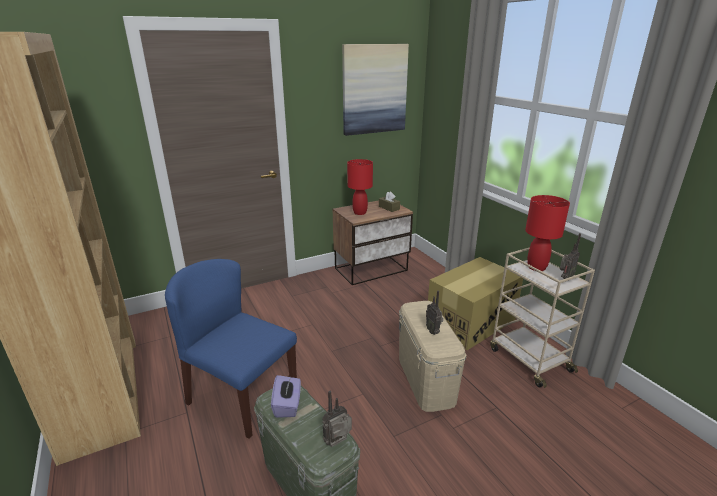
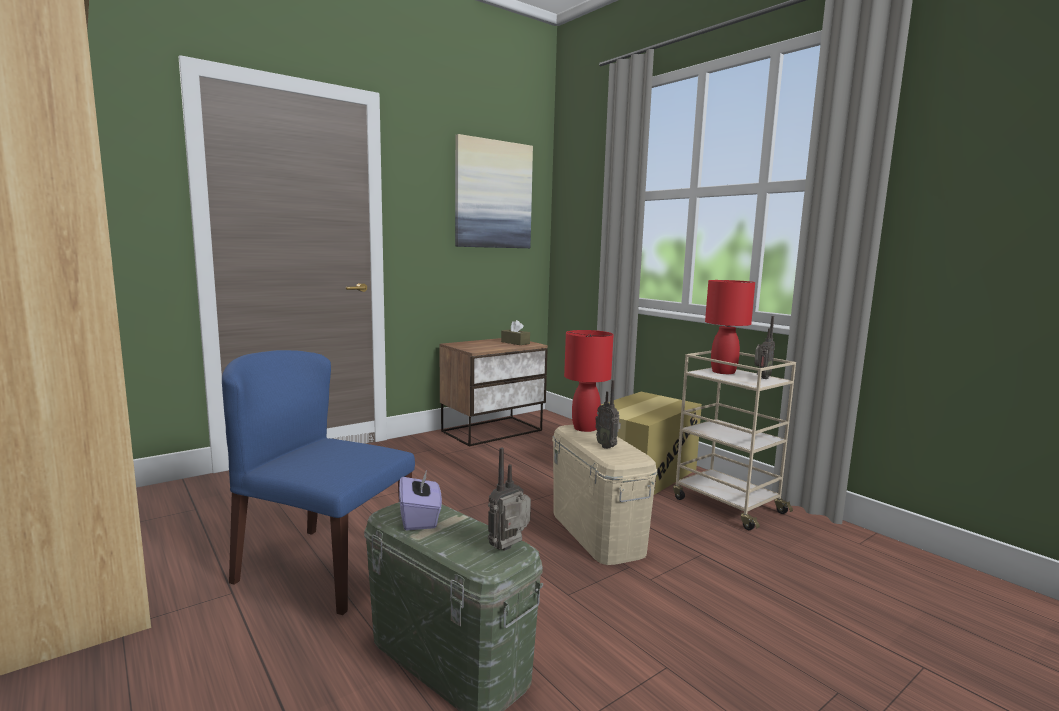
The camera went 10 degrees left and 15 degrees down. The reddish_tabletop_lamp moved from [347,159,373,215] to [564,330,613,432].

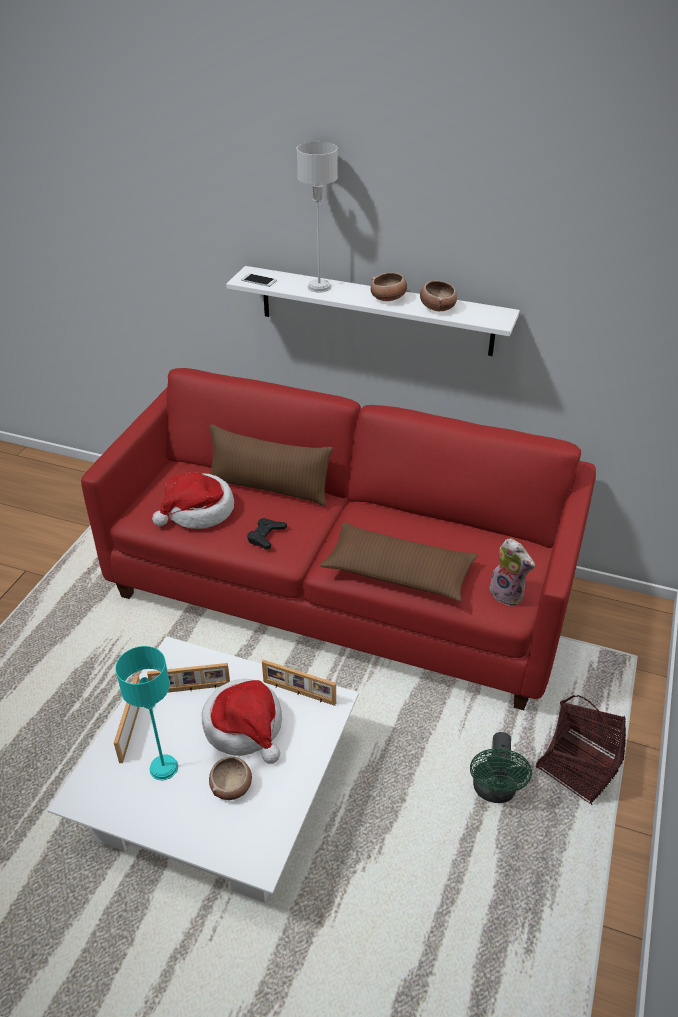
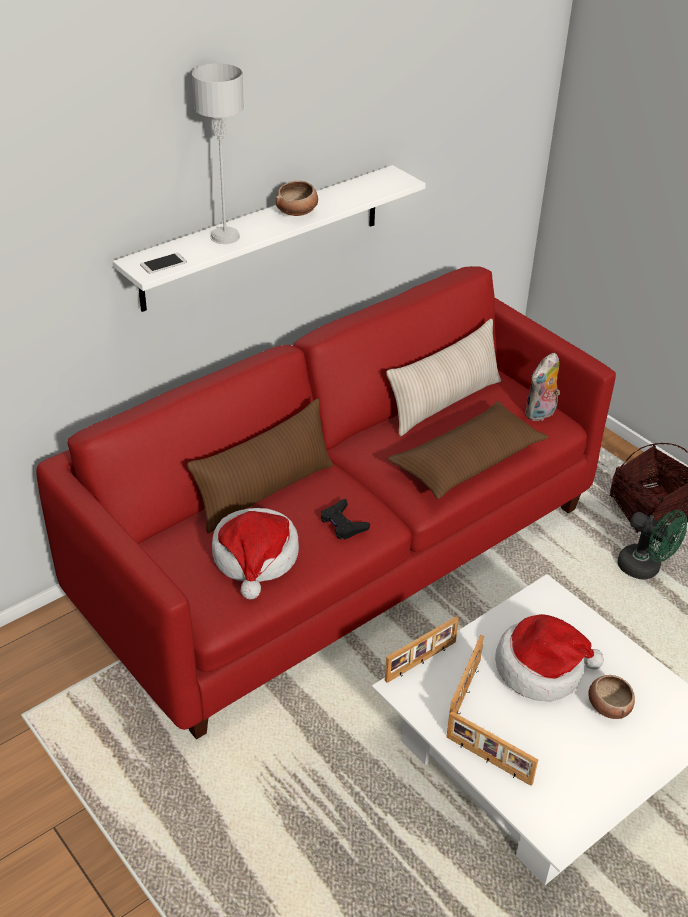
The camera went 60 degrees left and 0 degrees up. The turquoise_tabletop_lamp at [115,646,178,780] disappeared. The deep_dish at [420,280,457,311] disappeared. The beige_throw_pillow at [386,319,501,436] appeared. The picture_frame moved from [262,660,336,706] to [385,616,459,683]. The plush_toy at [489,538,535,606] turned 150 degrees clockwise.

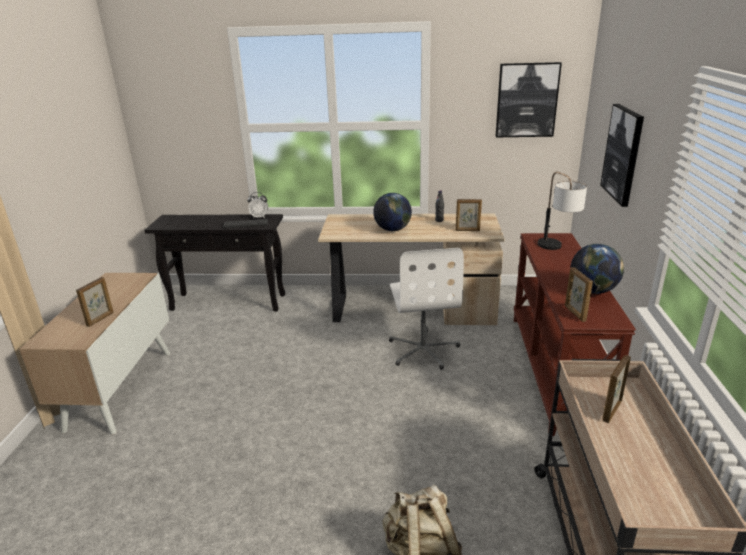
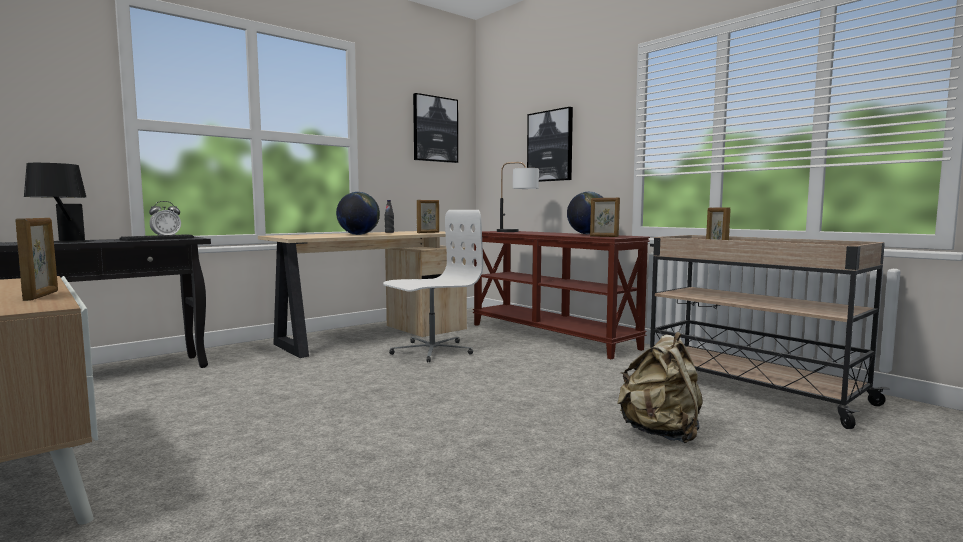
The camera went 45 degrees left and 20 degrees down. The black_tabletop_lamp at [24,163,95,243] appeared. The white-coloured_computer_chair at [389,248,464,370] turned 75 degrees counterclockwise.

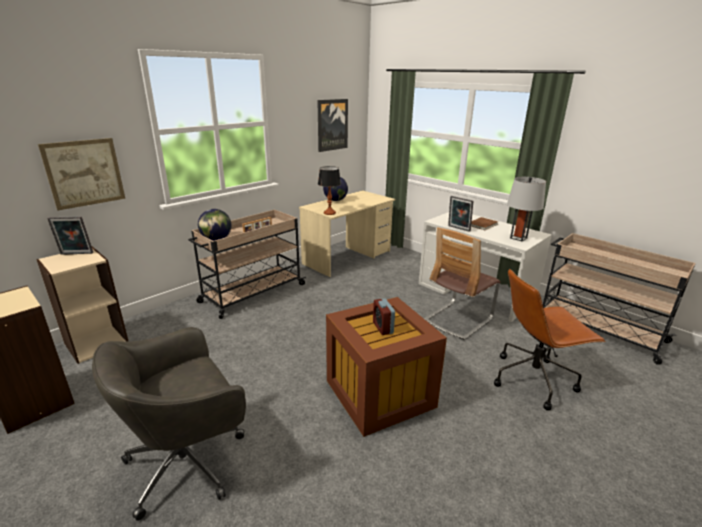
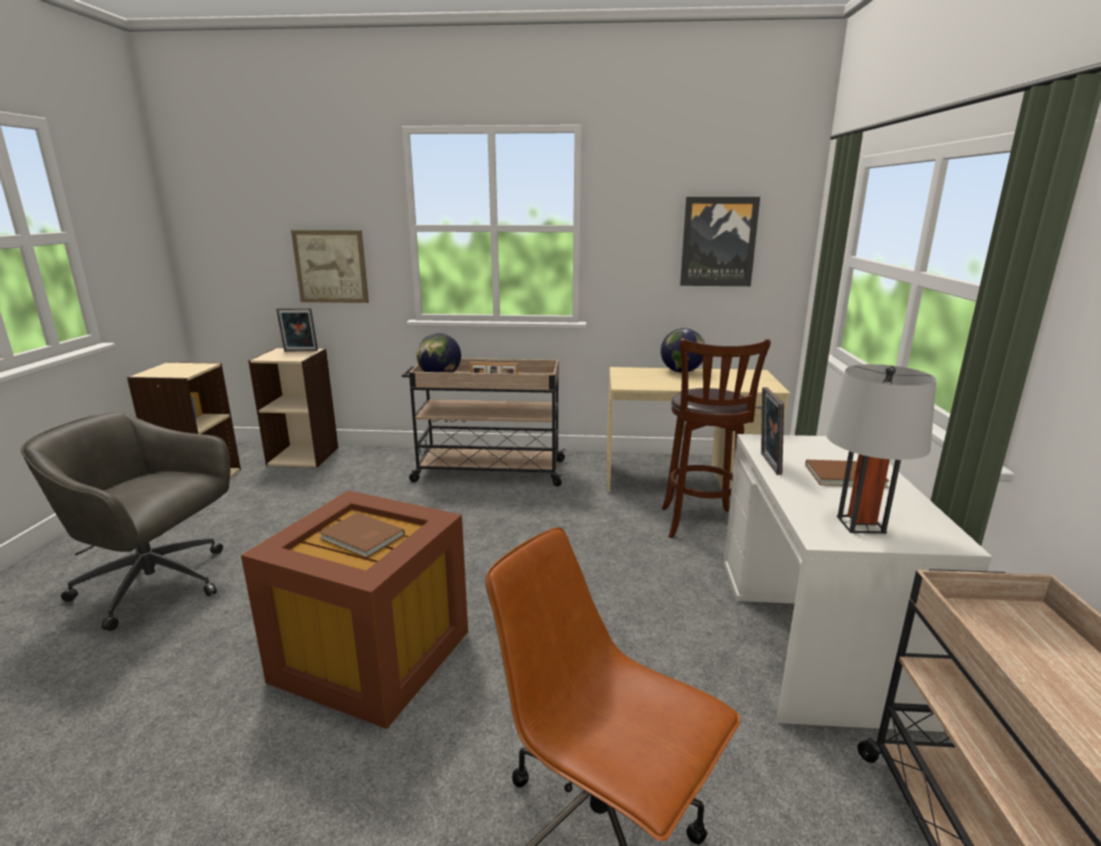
The camera went 50 degrees right and 5 degrees down. The tabletop_lamp at [318,166,341,215] disappeared. The chair at [424,228,500,340] disappeared. The brownish_stool_seat at [662,338,771,538] appeared. The table_clock at [373,298,395,335] was replaced by the brownish_book at [319,512,405,558]. The picture_frame at [47,216,93,255] turned 45 degrees counterclockwise.

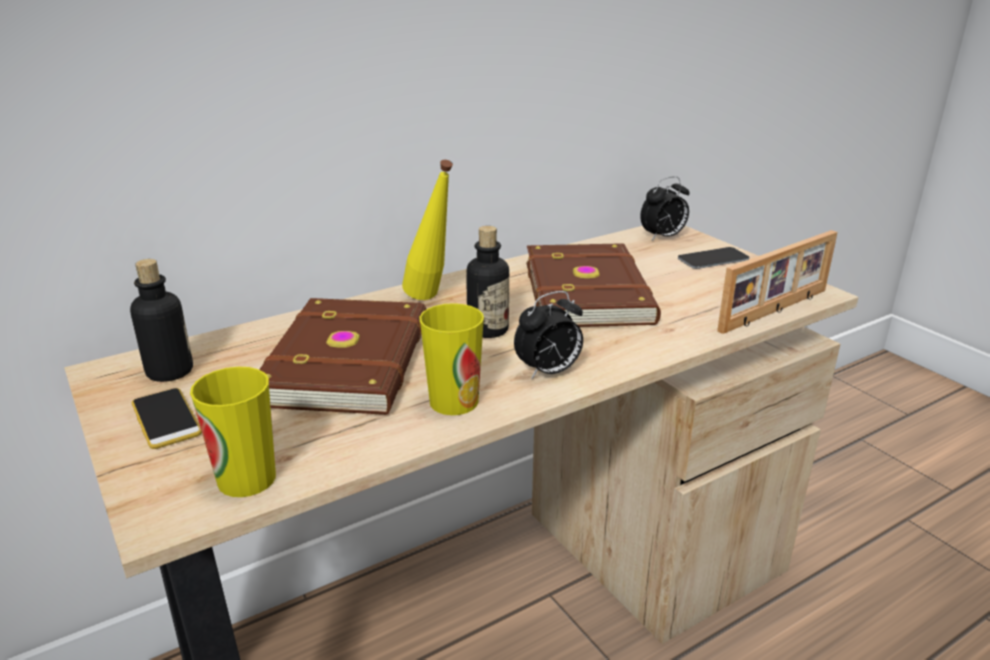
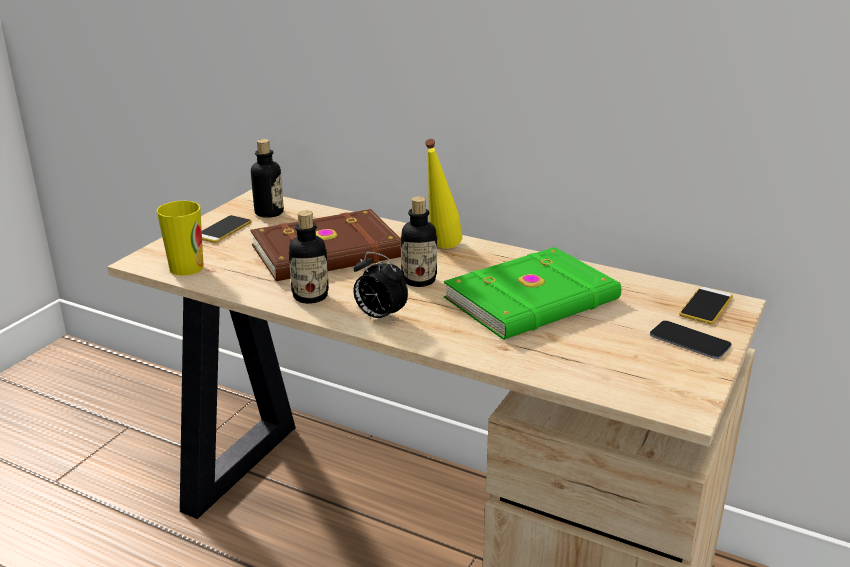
The camera went 60 degrees right and 0 degrees up. The picture_frame at [717,230,838,334] disappeared. The cup at [419,303,484,415] was replaced by the bottle at [288,210,329,304]. The table_clock at [640,176,689,241] was replaced by the handset at [679,287,733,324]. The brownish_book at [526,243,661,327] became the green-coloured_book at [444,247,621,340].

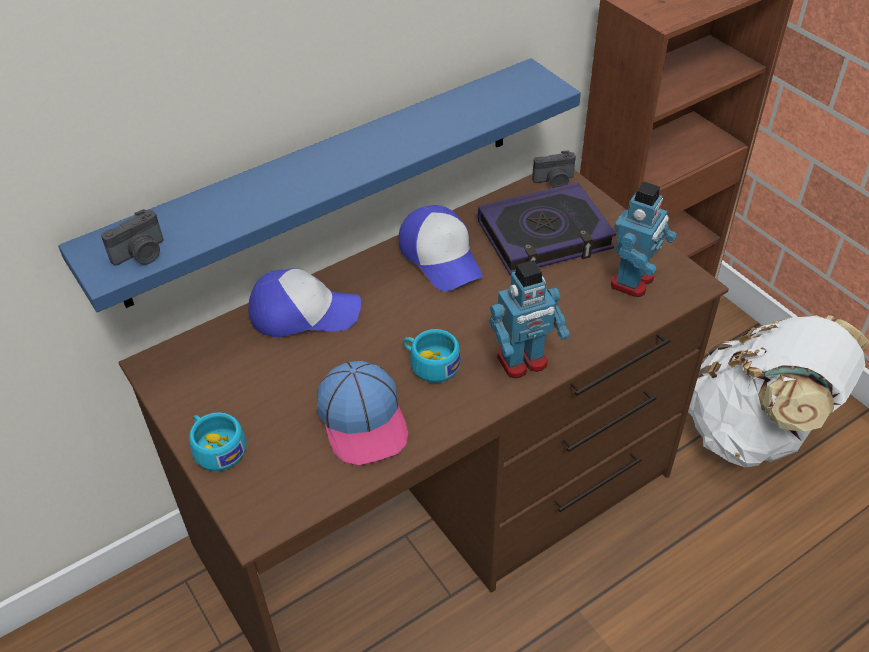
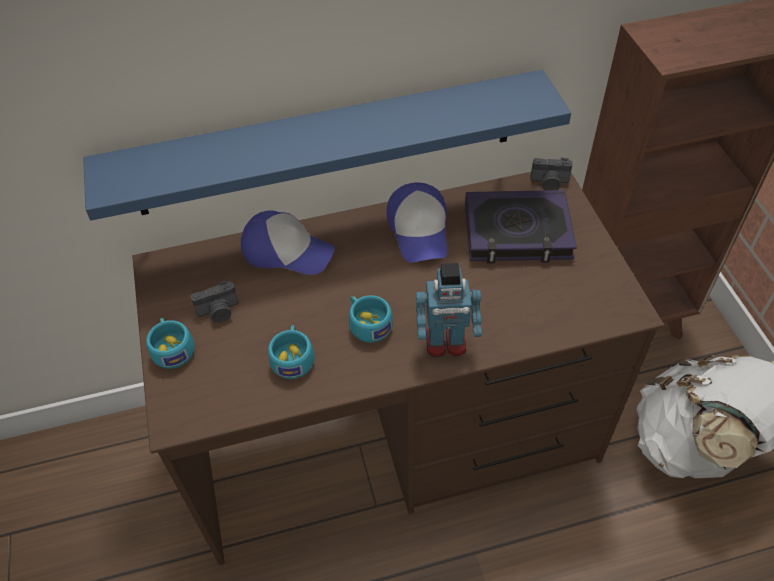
The camera went 20 degrees right and 5 degrees up. The model_robot at [611,181,677,297] disappeared. The still_camera moved from [101,209,164,266] to [190,280,239,322]. The peaked_cap at [317,361,408,466] was replaced by the turquoise_cup at [268,325,315,379].

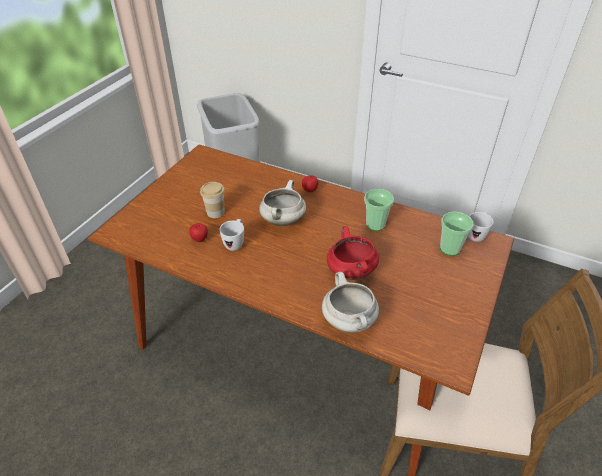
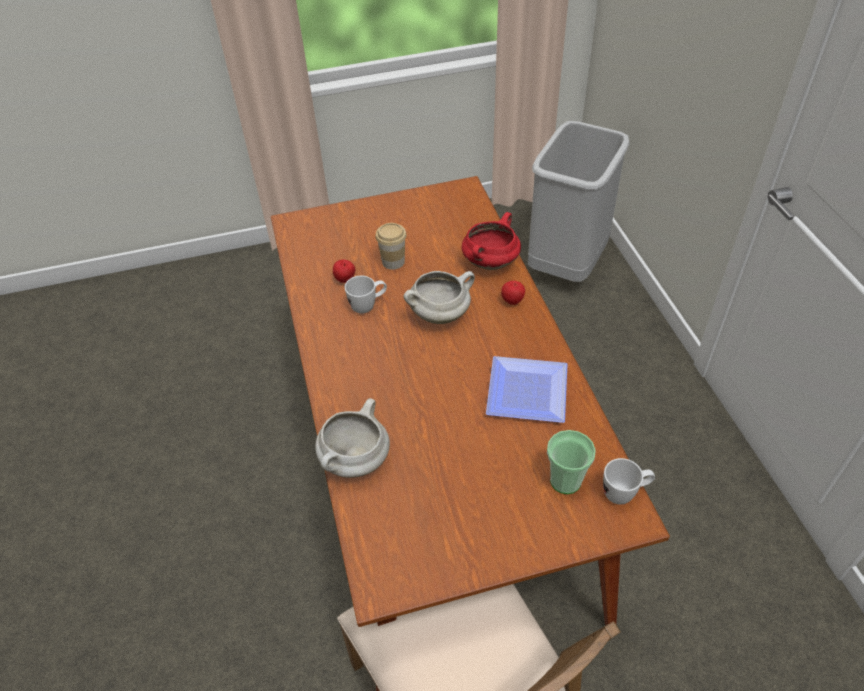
The camera went 50 degrees right and 5 degrees up. The reddish_stockpot moved from [327,226,379,280] to [462,212,521,270]. The cup at [364,189,394,231] was replaced by the dinner_plate at [486,356,568,423].

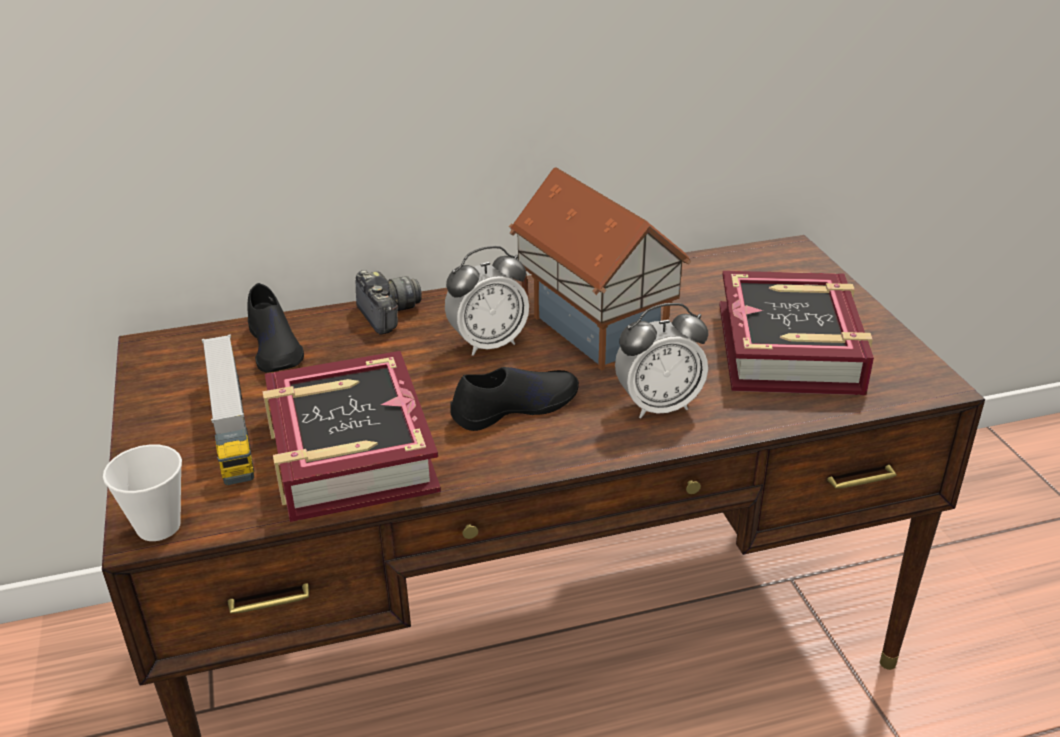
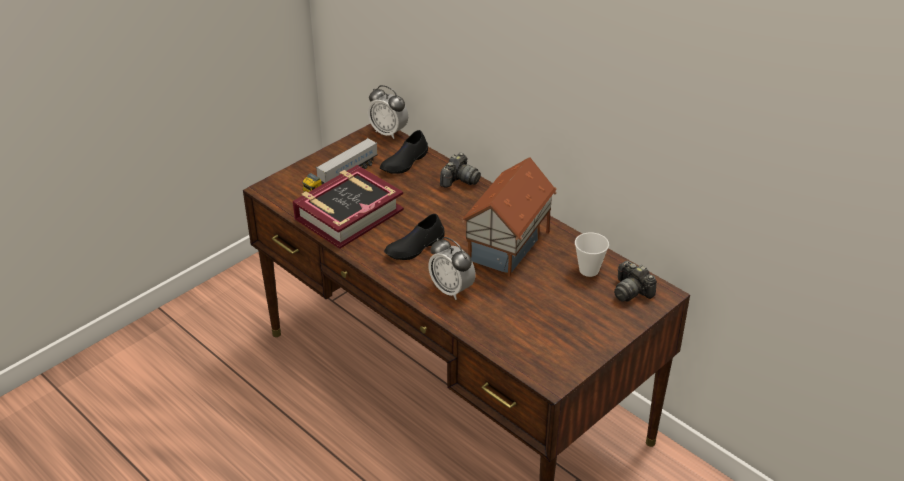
The camera went 60 degrees right and 5 degrees up. The book at [720,271,874,395] disappeared. The still_camera at [614,261,657,302] appeared. The cup moved from [103,445,182,541] to [575,232,609,277]. The table_clock moved from [445,246,529,356] to [368,85,408,139]. The black_item_of_footwear at [450,367,579,431] turned 105 degrees clockwise.

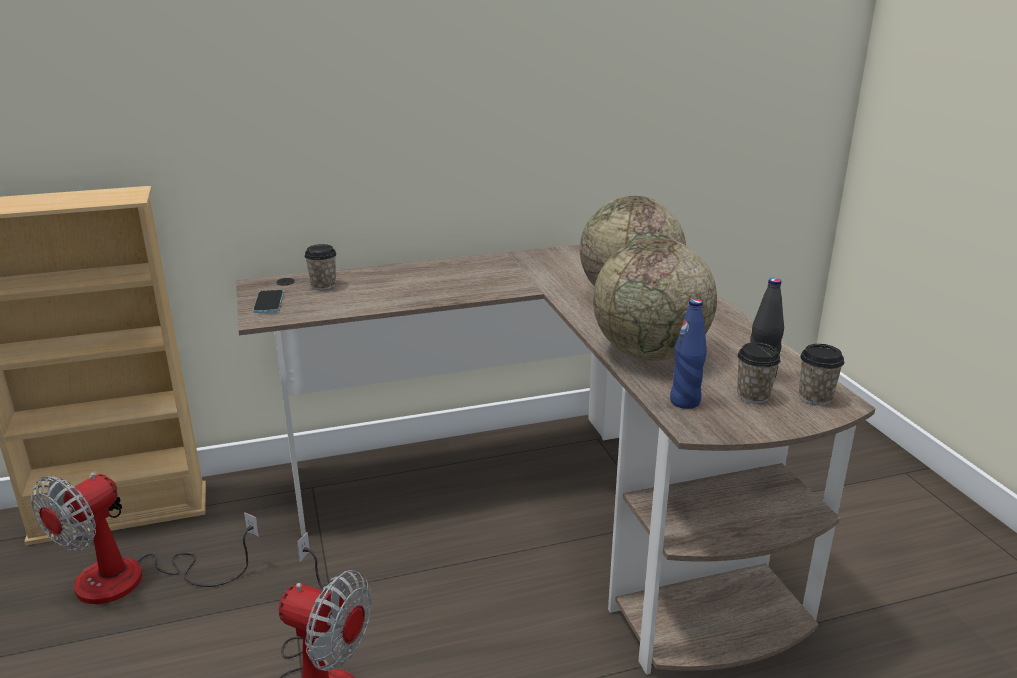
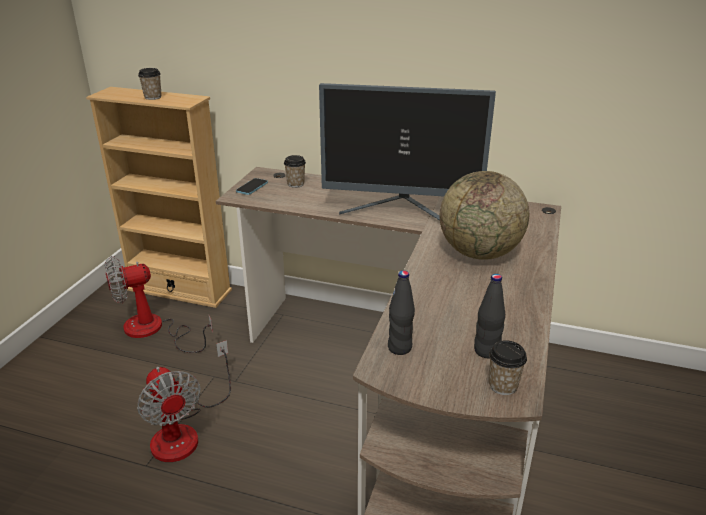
The camera went 35 degrees right and 5 degrees up. The globe at [593,238,717,361] disappeared. The monitor at [319,83,496,221] appeared. The cup moved from [737,342,780,404] to [138,68,162,100]. The blue-coloured_bottle at [670,299,707,409] became the black_bottle at [388,270,415,355].

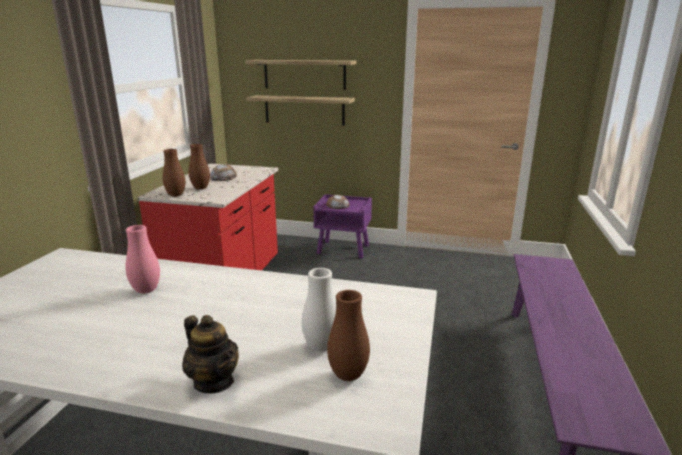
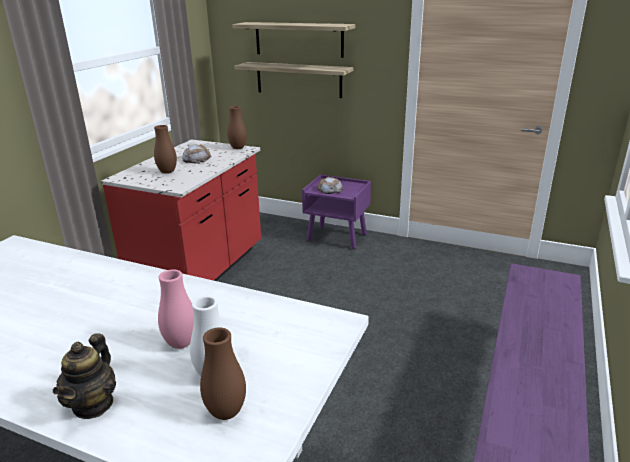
The camera went 10 degrees right and 5 degrees up. The pink-coloured_decorative_vase moved from [126,225,160,294] to [158,269,194,349]. The brownish_decorative_vase moved from [163,149,185,197] to [227,106,247,149]. The teapot at [182,315,239,393] turned 45 degrees clockwise.

